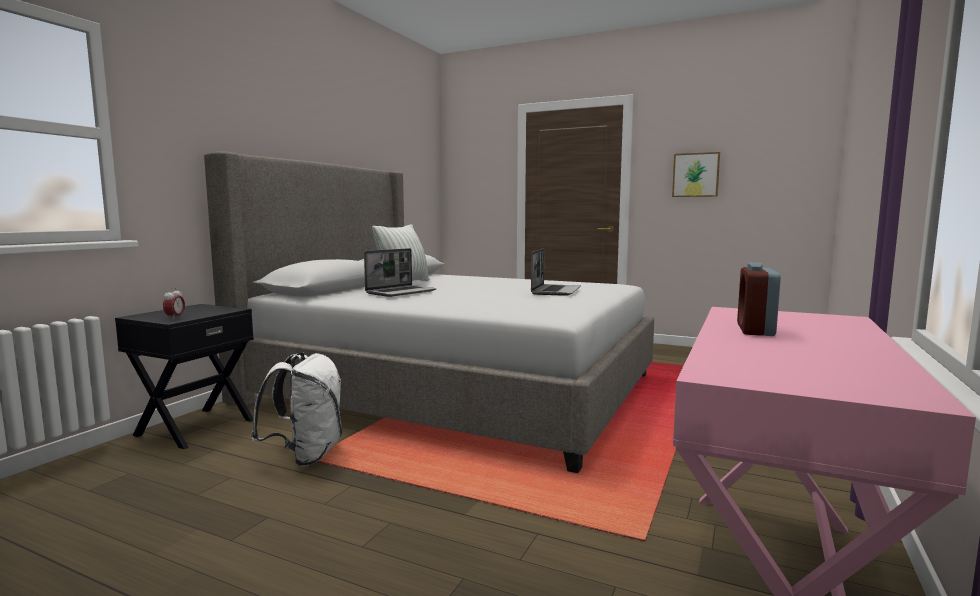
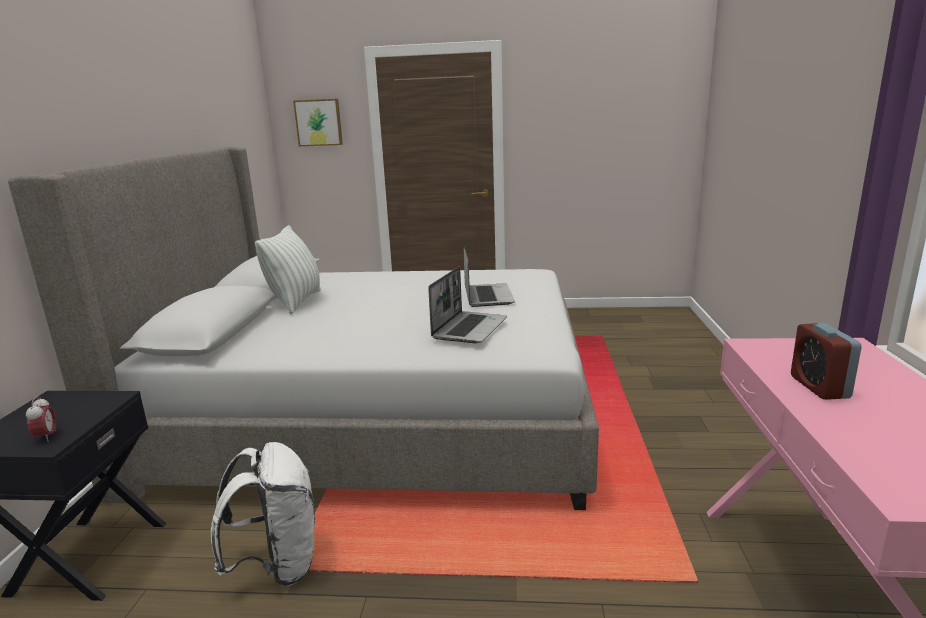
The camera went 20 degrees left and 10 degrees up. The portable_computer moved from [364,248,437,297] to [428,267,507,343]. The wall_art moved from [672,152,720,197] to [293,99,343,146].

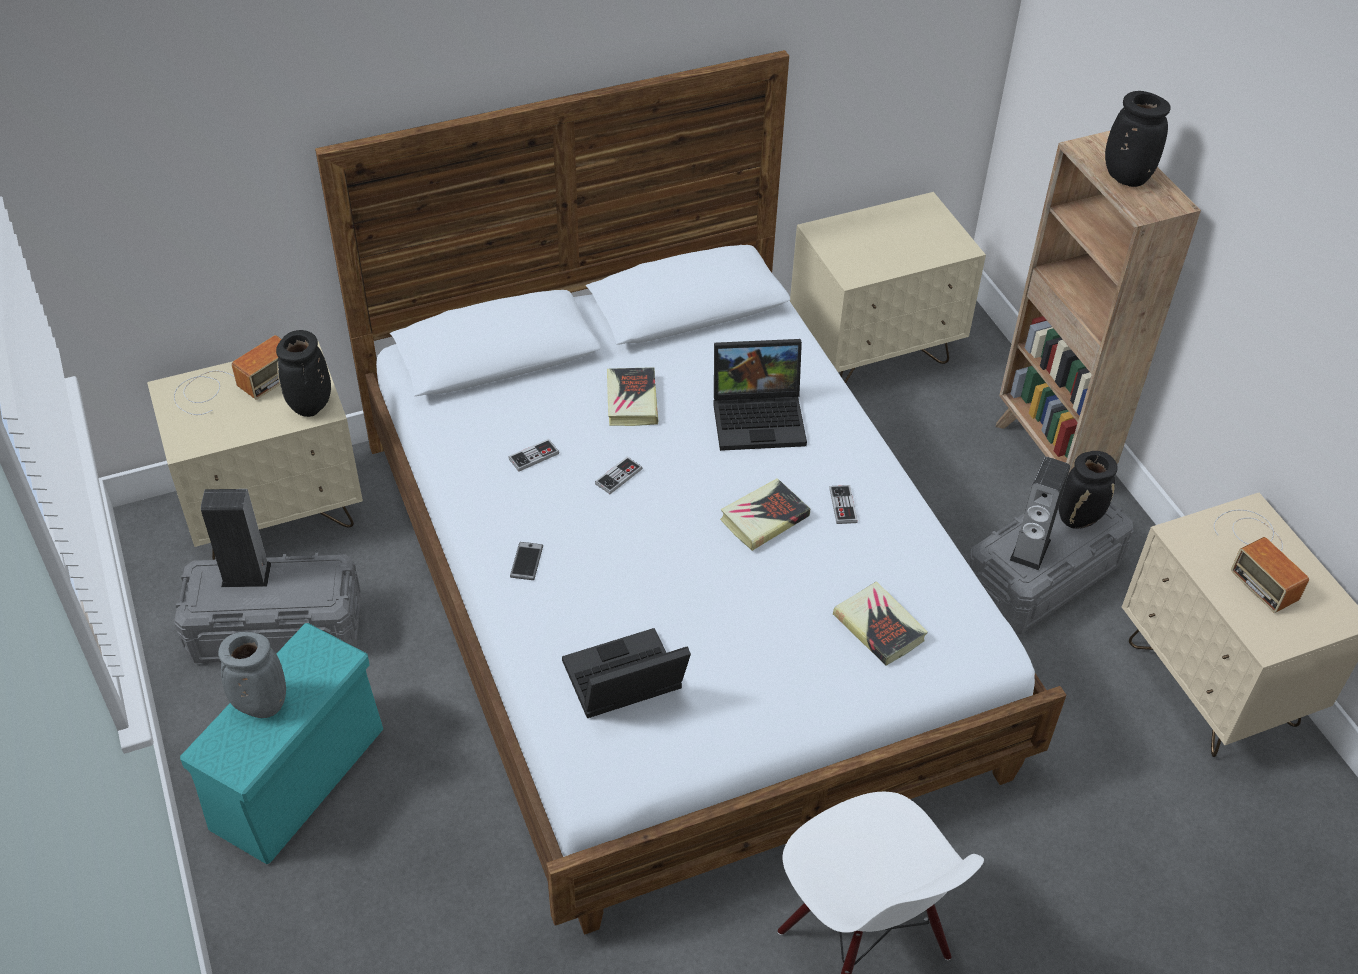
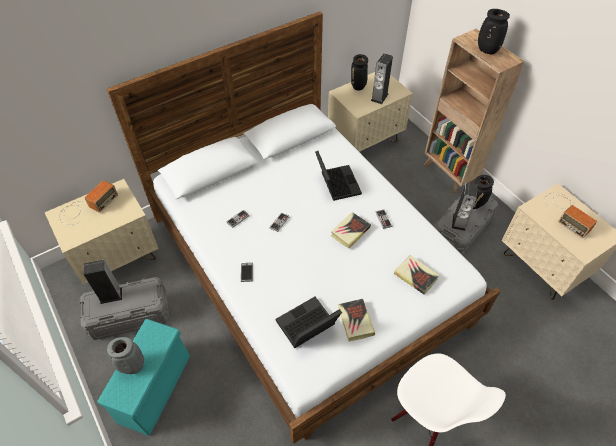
The camera went 10 degrees left and 5 degrees up. The loudspeaker at [371,53,393,104] appeared. The black_decorative_vase moved from [276,330,331,417] to [351,54,368,90]. The book moved from [607,367,658,426] to [338,299,375,341]. The portable_computer at [713,339,807,451] turned 90 degrees counterclockwise.

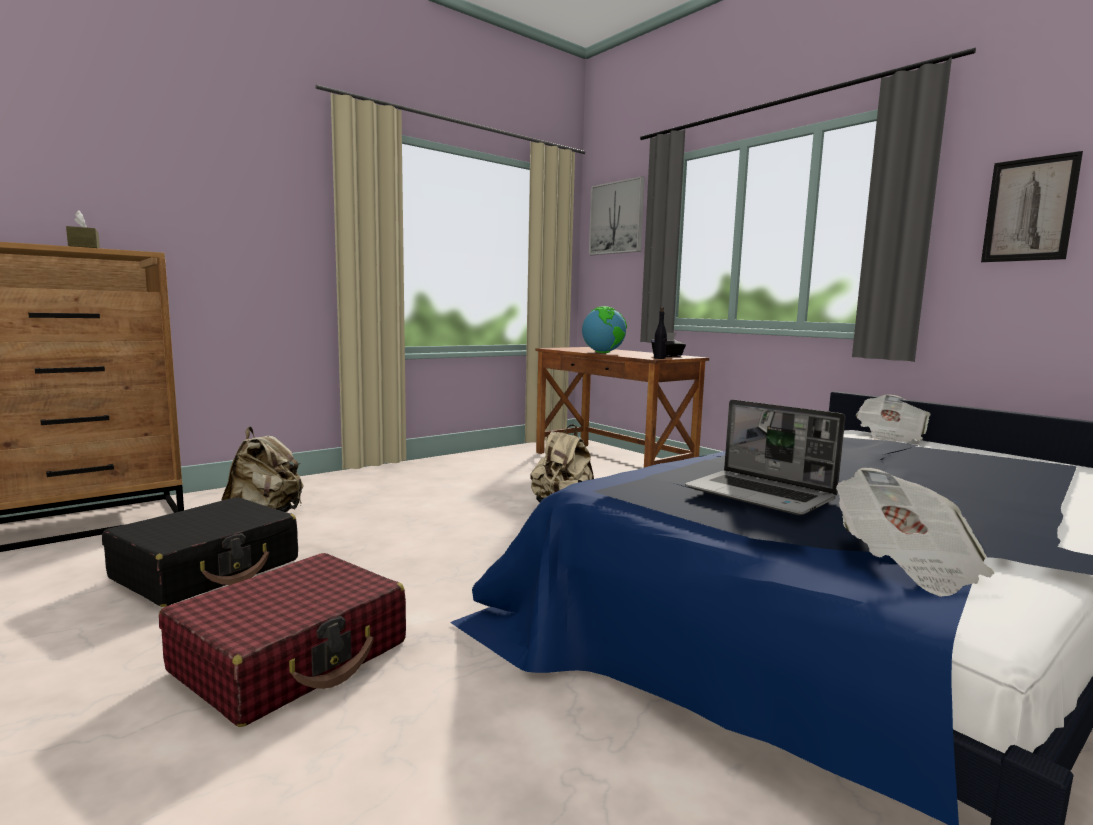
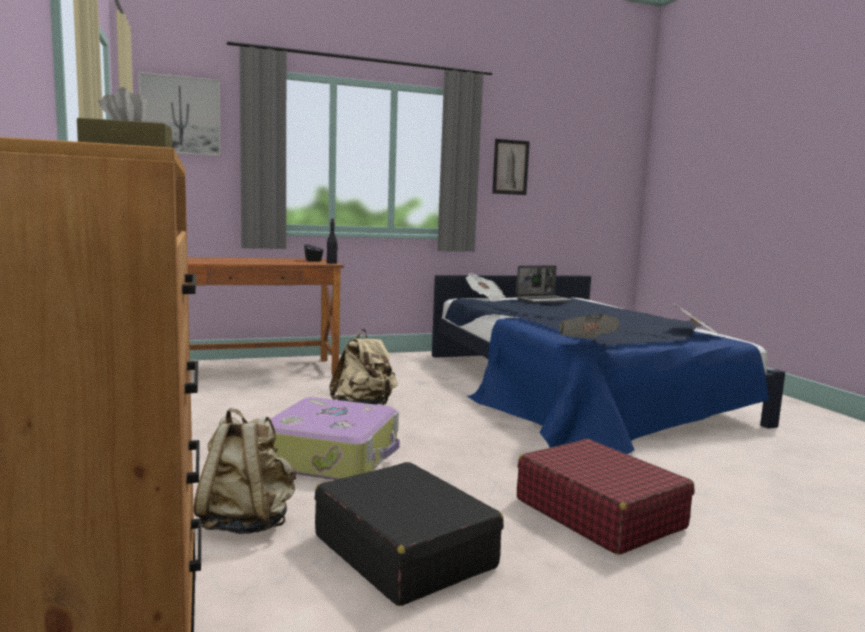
The camera went 70 degrees left and 0 degrees up. The globe at [582,306,627,353] disappeared. The piece_of_luggage at [270,397,400,480] appeared. The printed_paper at [560,314,619,338] appeared. The portable_computer moved from [685,399,845,515] to [516,265,573,303].

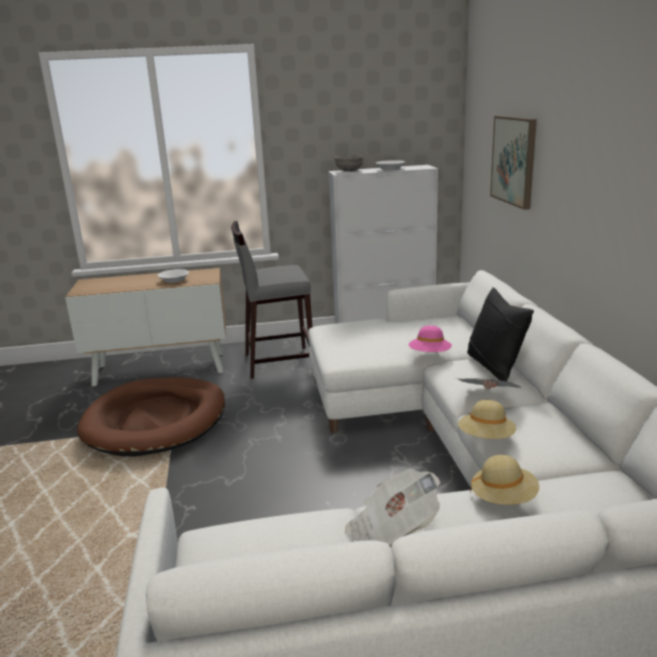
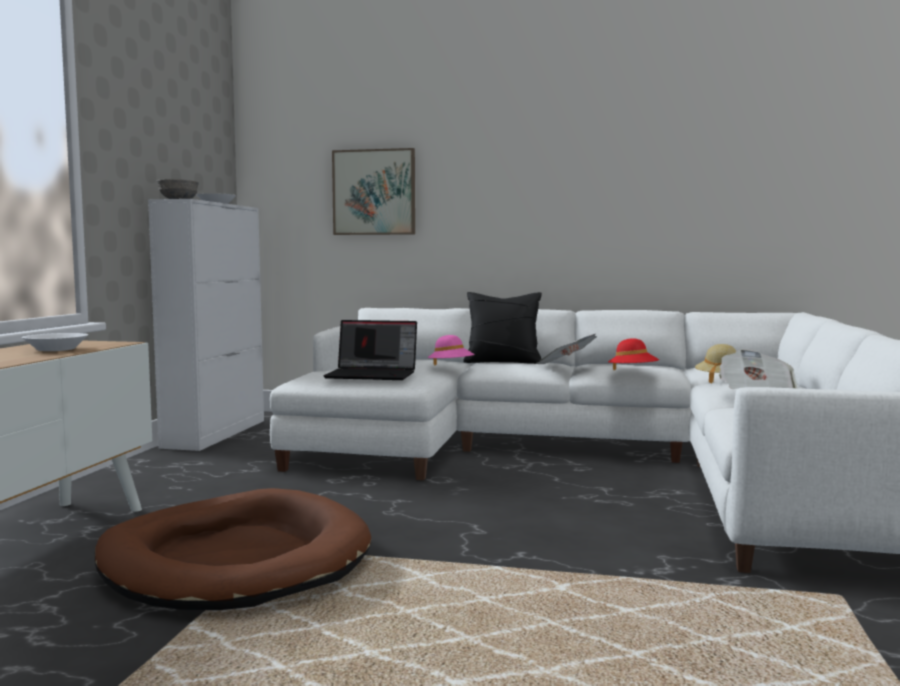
The camera went 70 degrees left and 15 degrees down. The grey_stool_seat at [231,221,312,379] disappeared. The portable_computer at [323,320,417,380] appeared. The beige_wearable_hat at [458,400,516,439] became the reddish_wearable_hat at [608,338,659,370].

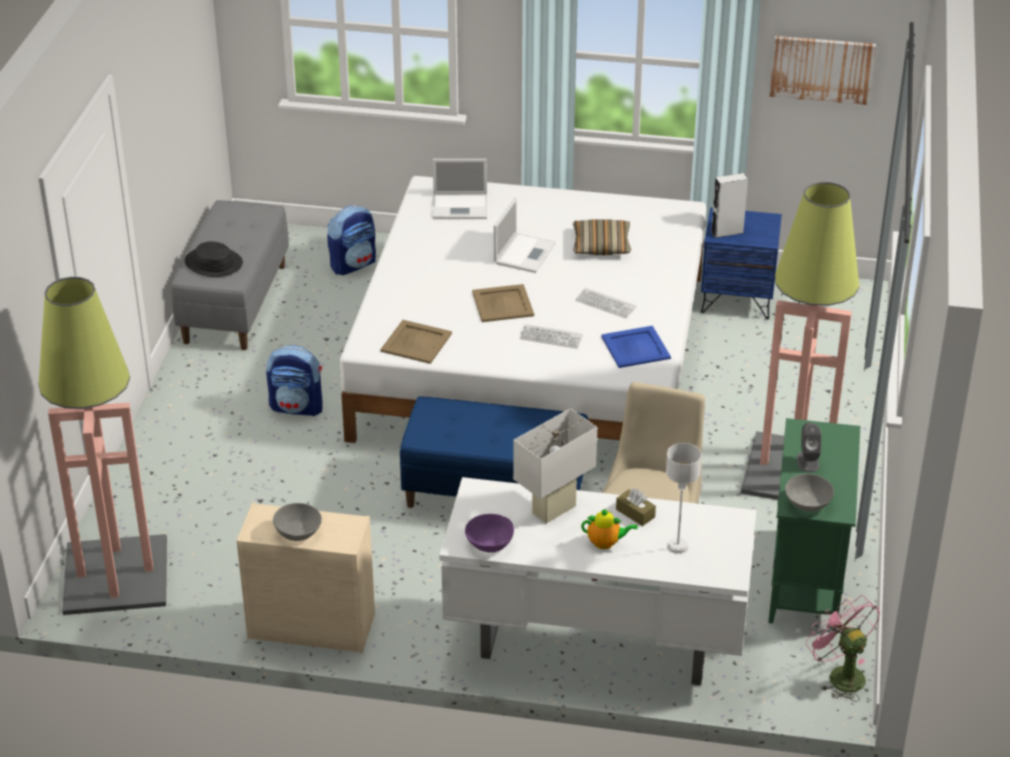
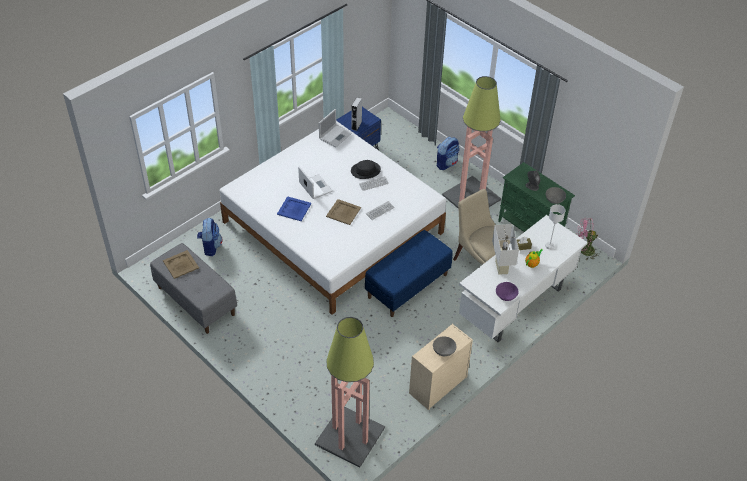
The camera went 55 degrees left and 10 degrees up. The throw_pillow at [573,219,631,255] disappeared. The wall_art at [770,36,876,105] disappeared. The black_wearable_hat moved from [185,241,243,277] to [351,160,381,179]. The knapsack moved from [266,345,323,416] to [437,137,459,170]. The beige_serving_tray moved from [380,320,452,364] to [163,250,199,279]. The portable_computer moved from [433,159,487,219] to [319,109,352,147]. The blue-coloured_serving_tray moved from [601,326,671,368] to [277,196,311,221].

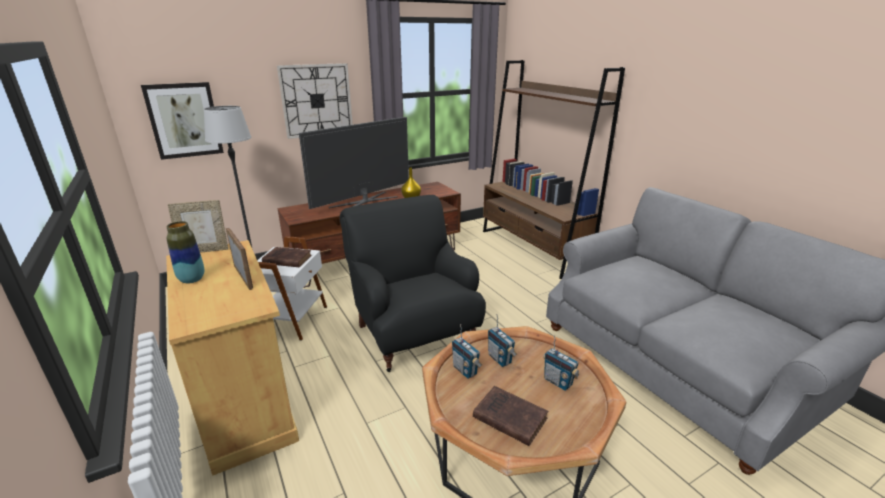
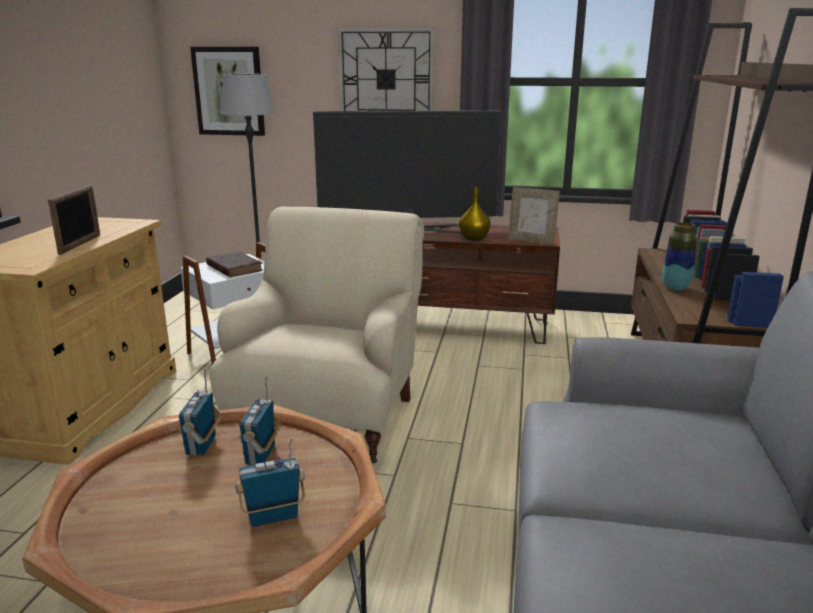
The camera went 40 degrees right and 5 degrees down. The brownish_book at [473,386,548,446] disappeared. The decorative_vase moved from [167,221,205,283] to [662,223,697,290]. The picture_frame moved from [168,200,228,253] to [508,187,560,244]. The black_easy_chair at [340,195,486,372] became the beige_easy_chair at [210,207,424,463]. The radio_set at [543,335,579,391] turned 75 degrees clockwise.

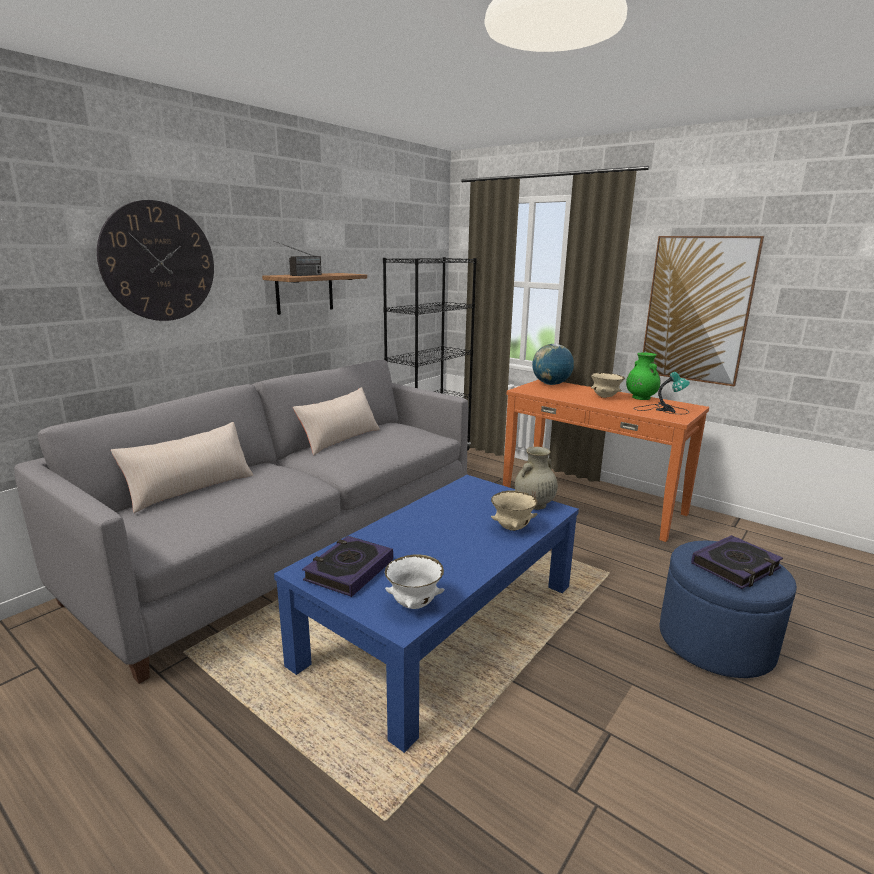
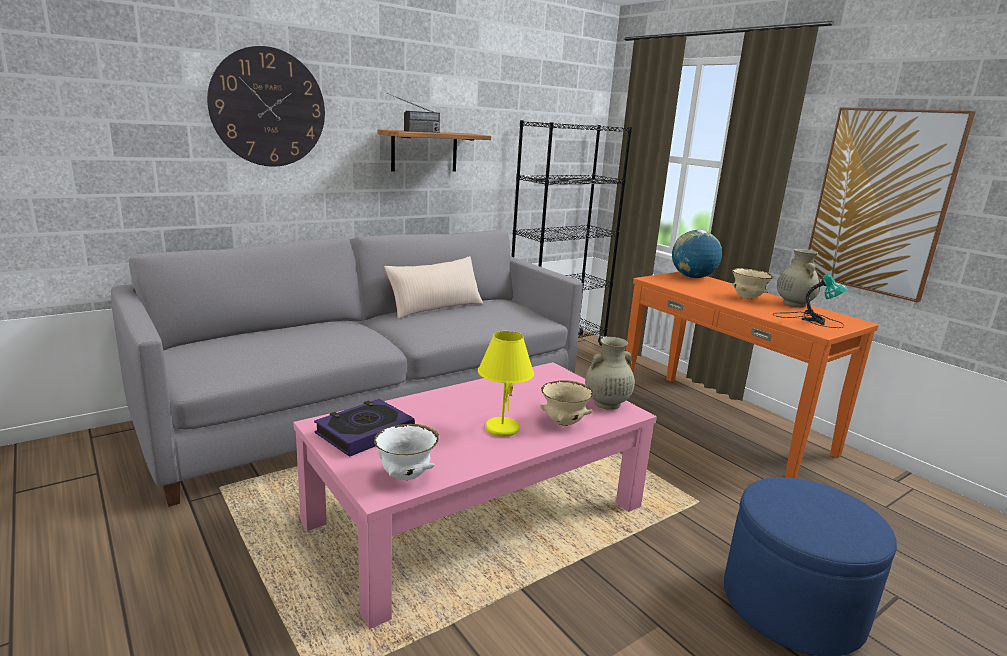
The camera went 15 degrees right and 0 degrees up. The beige_throw_pillow at [111,422,253,513] disappeared. The book at [691,535,783,589] disappeared. The yellowish_tabletop_lamp at [478,331,534,437] appeared. The blue-coloured_low_table at [274,475,579,753] became the pink-coloured_low_table at [293,362,657,629]. The green-coloured_decorative_vase at [626,352,661,400] became the beige_decorative_vase at [777,249,820,307].

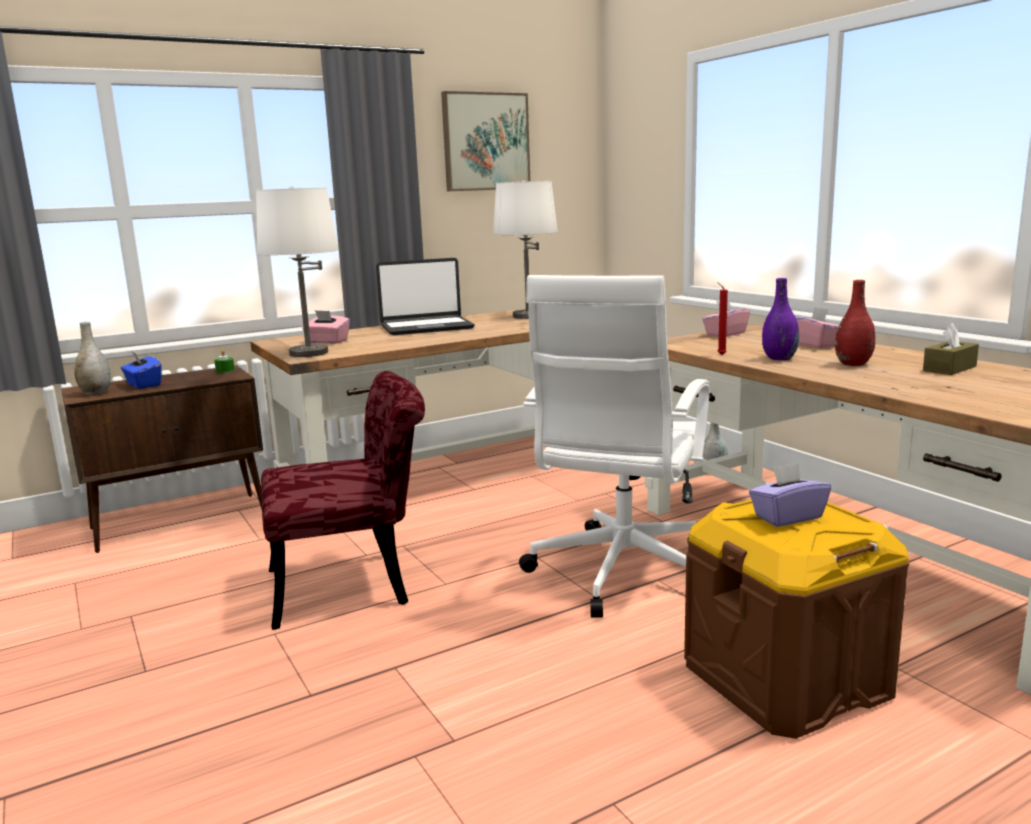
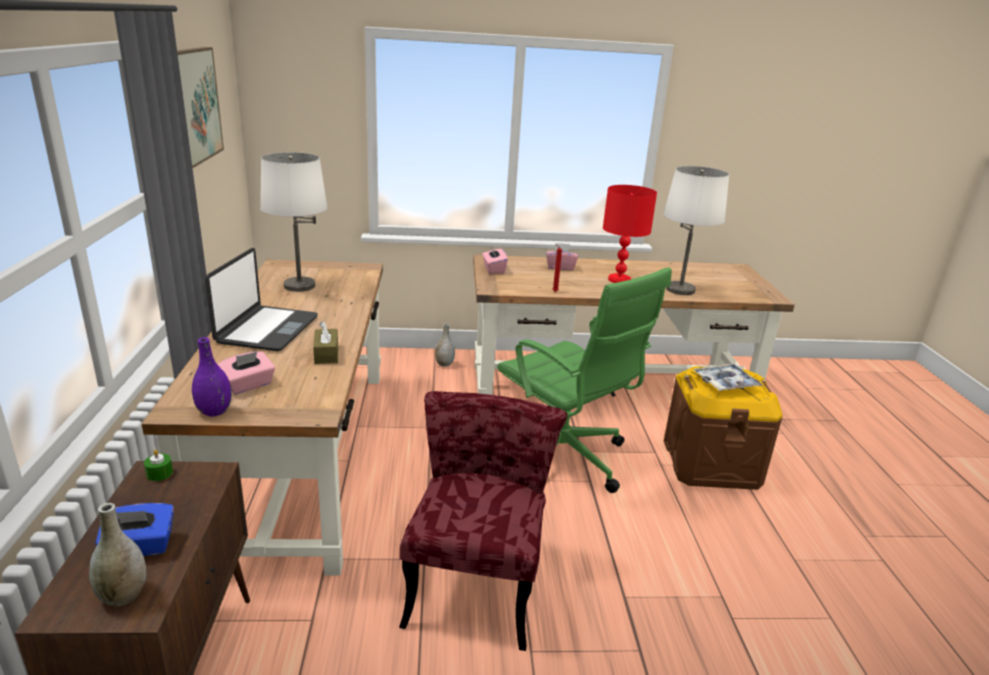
The camera went 65 degrees left and 10 degrees up. The white-coloured_tabletop_lamp moved from [256,186,339,357] to [663,166,729,295]. The purplish_decorative_vase moved from [762,278,799,360] to [192,337,232,417]. The brownish_box_of_tissues moved from [923,323,979,375] to [313,321,338,364]. The purplish_box_of_tissues at [749,462,831,527] was replaced by the serving_tray at [693,364,763,391]. The reddish_decorative_vase at [835,280,875,366] was replaced by the reddish_tabletop_lamp at [603,185,657,283]. The white-coloured_computer_chair at [519,275,709,618] became the green-coloured_computer_chair at [497,267,672,493].

